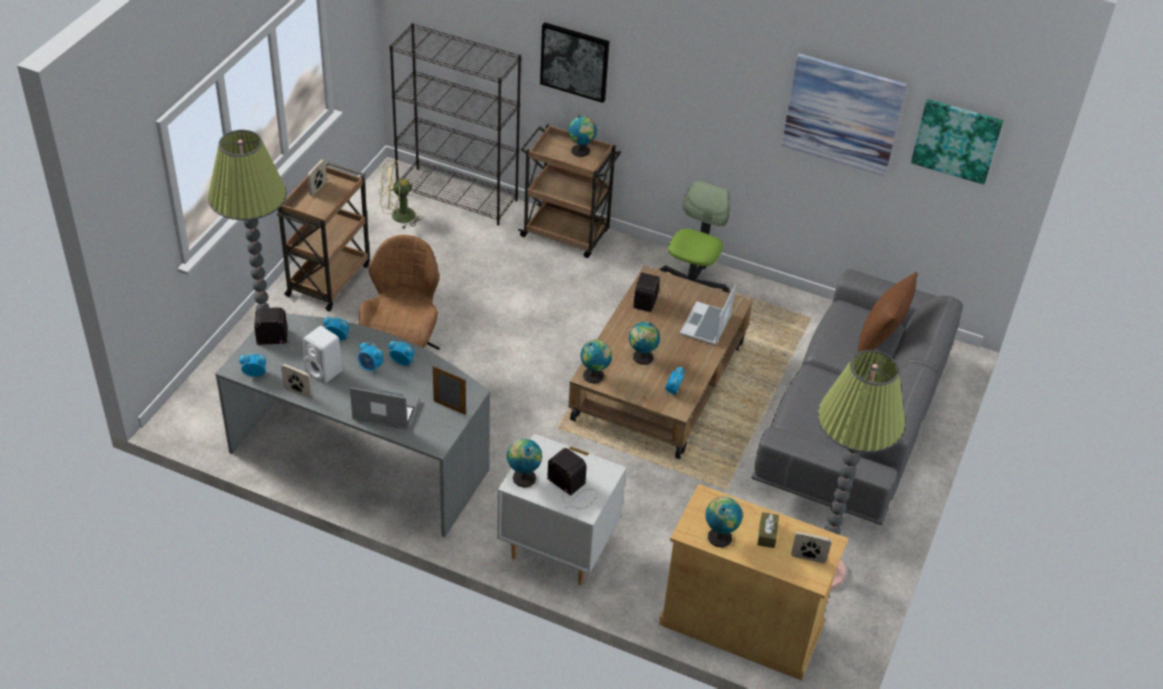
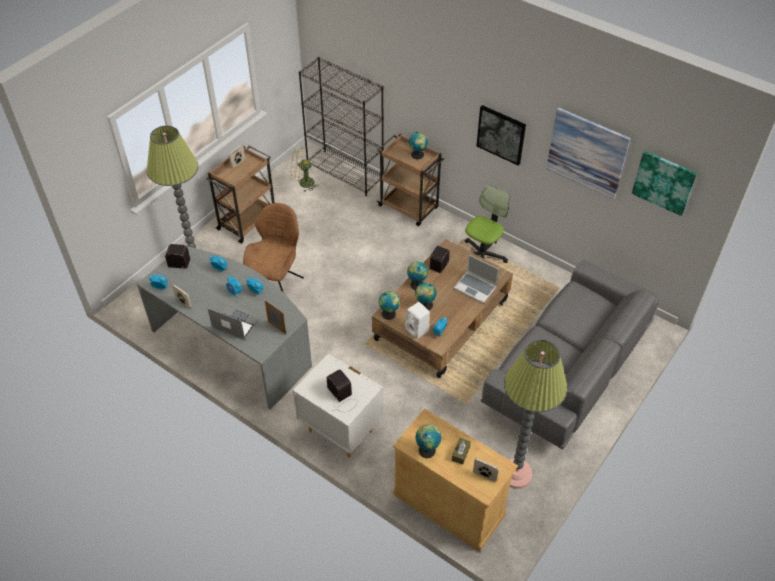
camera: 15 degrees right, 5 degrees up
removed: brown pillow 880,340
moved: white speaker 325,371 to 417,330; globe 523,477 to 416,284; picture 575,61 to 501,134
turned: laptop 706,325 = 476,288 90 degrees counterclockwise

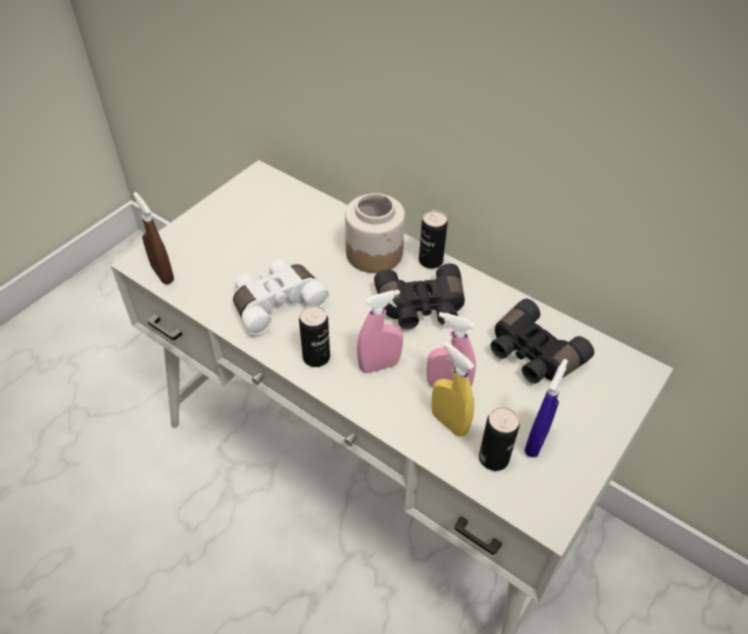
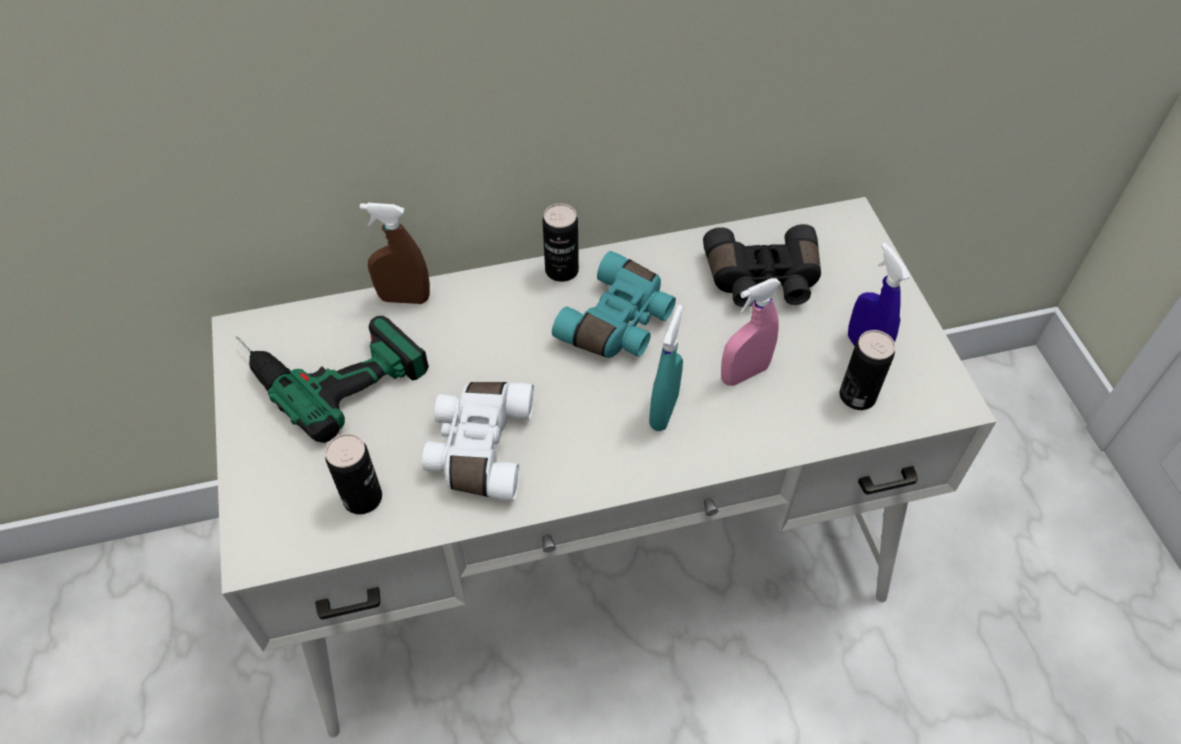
camera: 50 degrees left, 5 degrees up
removed: jar 374,253; yellow spray bottle 449,423
added: power drill 328,364
moved: brown spray bottle 162,274 to 404,298; can 316,357 to 362,498
recoloured: pink spray bottle 379,365 to turquoise spray bottle 664,411; black binoculars 421,308 to turquoise binoculars 619,323

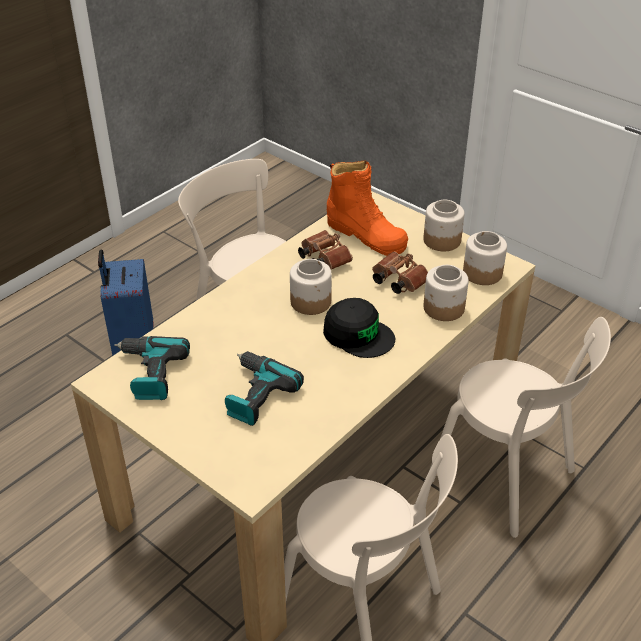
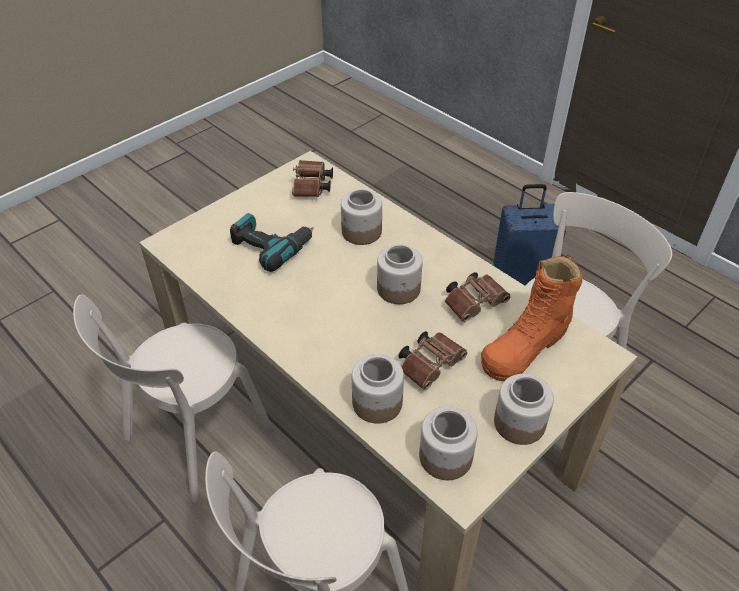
camera: 95 degrees right, 5 degrees up
removed: black cap 358,334
added: jar 361,232
replaced: power drill 149,373 to brown binoculars 312,187

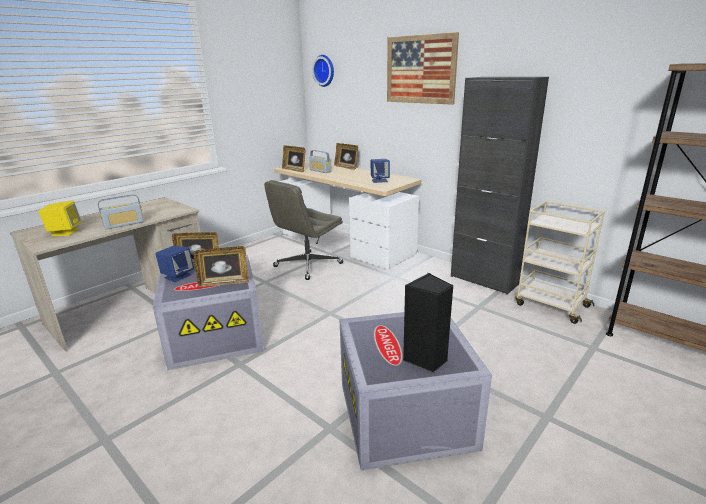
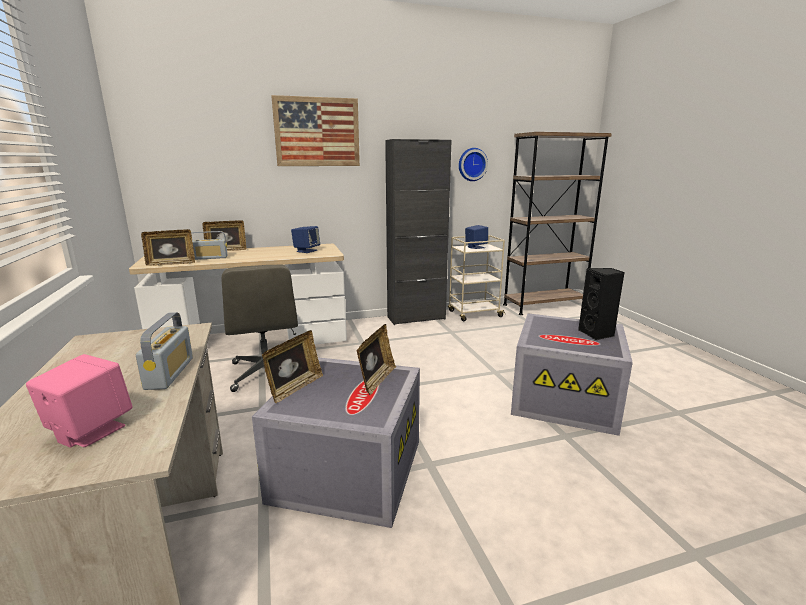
camera: 60 degrees left, 5 degrees down
moved: blue speaker 177,276 to 475,247; wall clock 325,70 to 472,164
recoloured: yellow speaker 65,232 to pink speaker 89,431

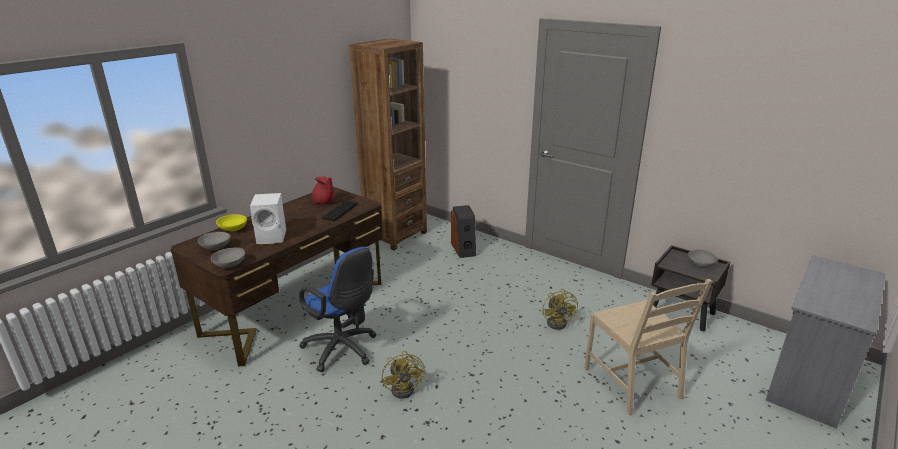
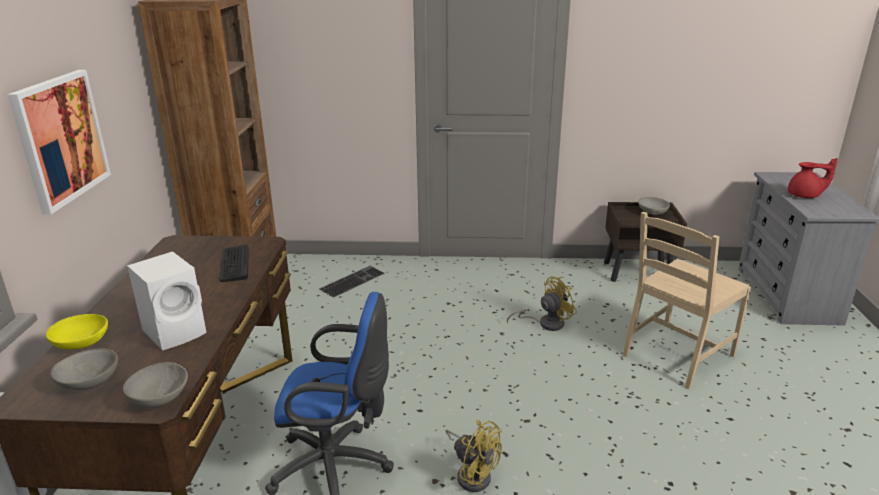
camera: 35 degrees left, 0 degrees up
added: picture 61,139
moved: red teapot 324,202 to 805,196
replaced: speaker 464,249 to keyboard 352,280
turned: yellow fan 559,322 = 545,323 75 degrees counterclockwise; beige chair 633,383 = 677,355 105 degrees clockwise

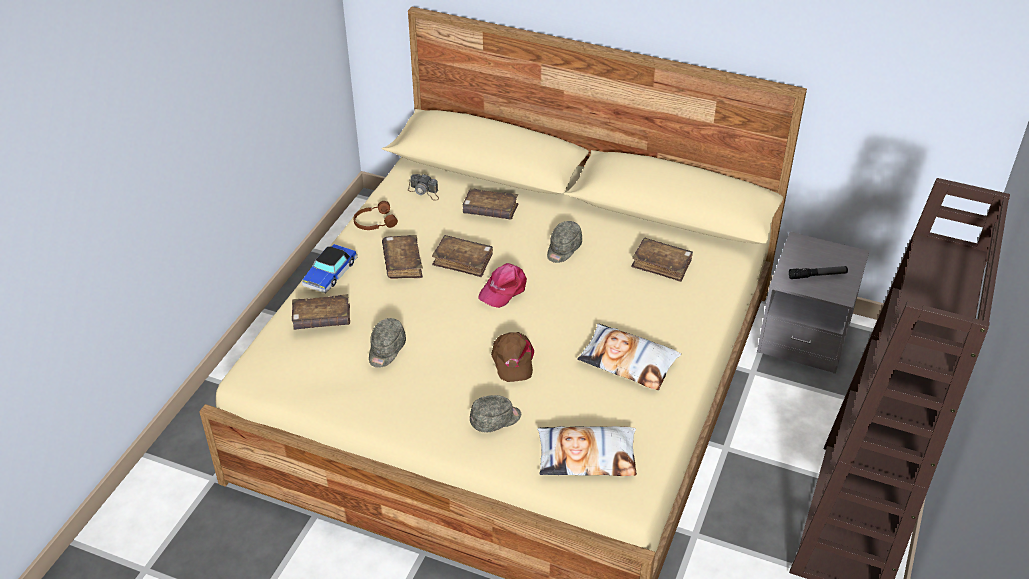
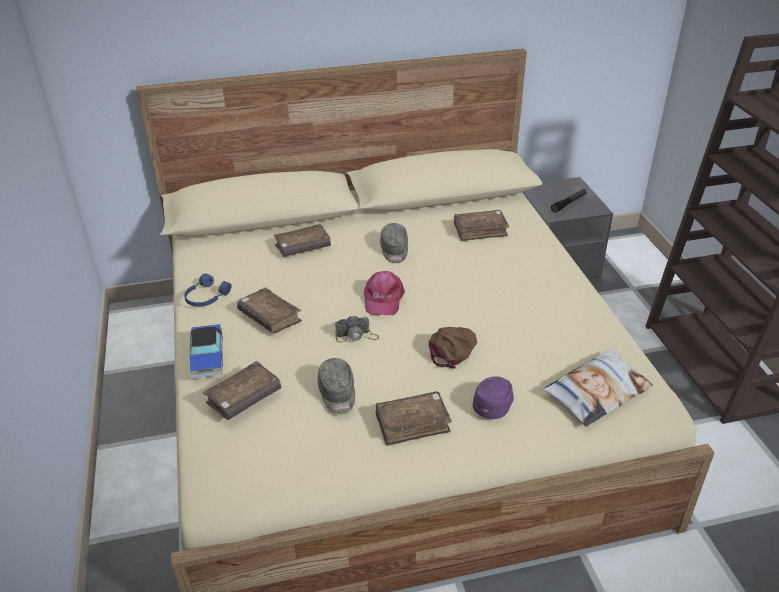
camera: 35 degrees left, 5 degrees down
removed: pillow 628,361
moved: photo camera 424,192 to 356,336; brown book 463,261 to 412,424
recoloured: brown headphones 374,222 to blue headphones 206,297; grey cap 496,420 to purple cap 494,403
turned: brown cap 512,360 = 452,349 105 degrees counterclockwise

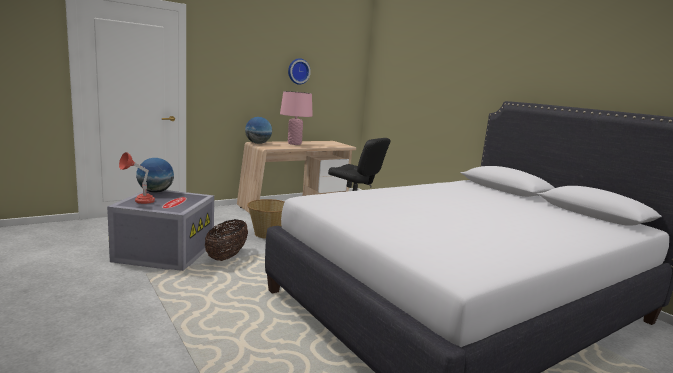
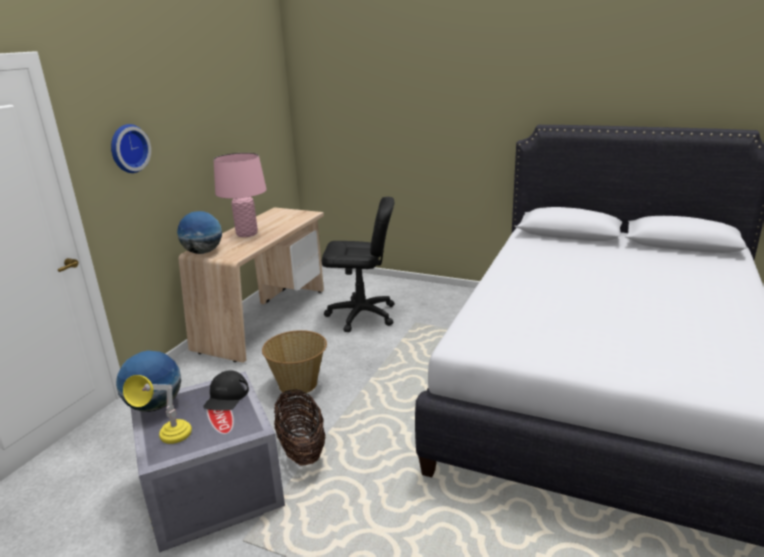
camera: 30 degrees left, 10 degrees up
added: black cap 226,396
moved: wall clock 298,71 to 127,148
recoloured: red table lamp 138,202 to yellow table lamp 169,440

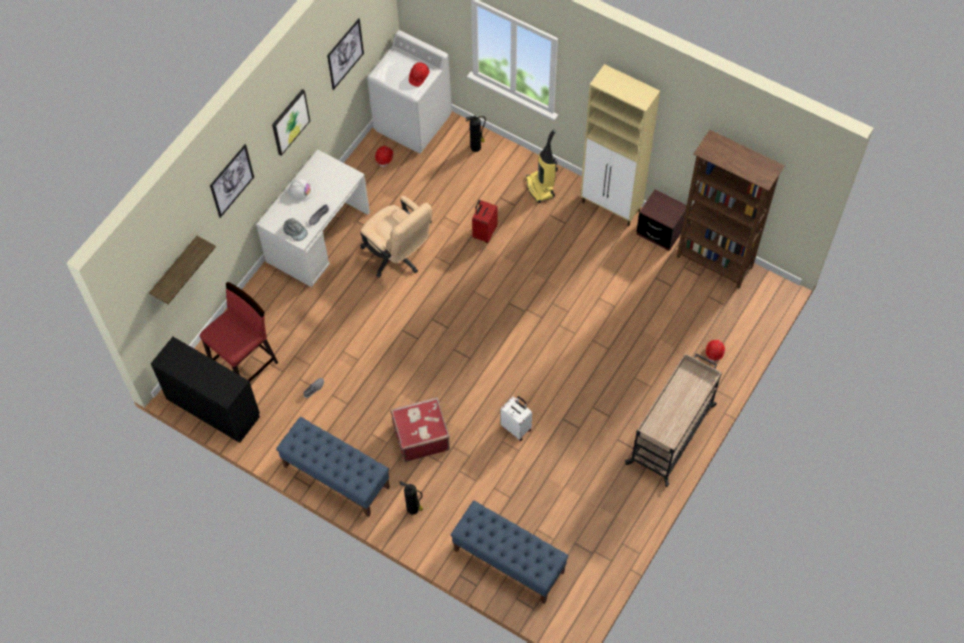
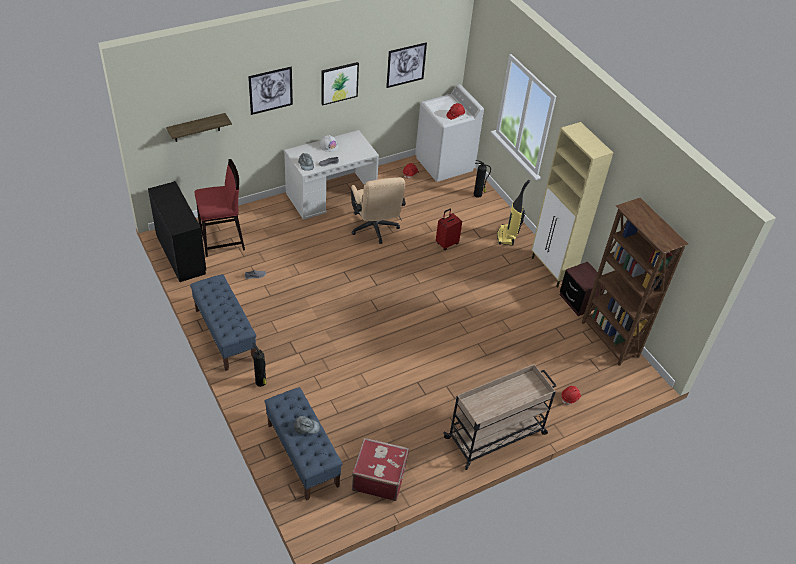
camera: 25 degrees right, 15 degrees down
removed: white suitcase 516,427
added: grey cap 306,427
moved: red suitcase 420,436 to 379,477

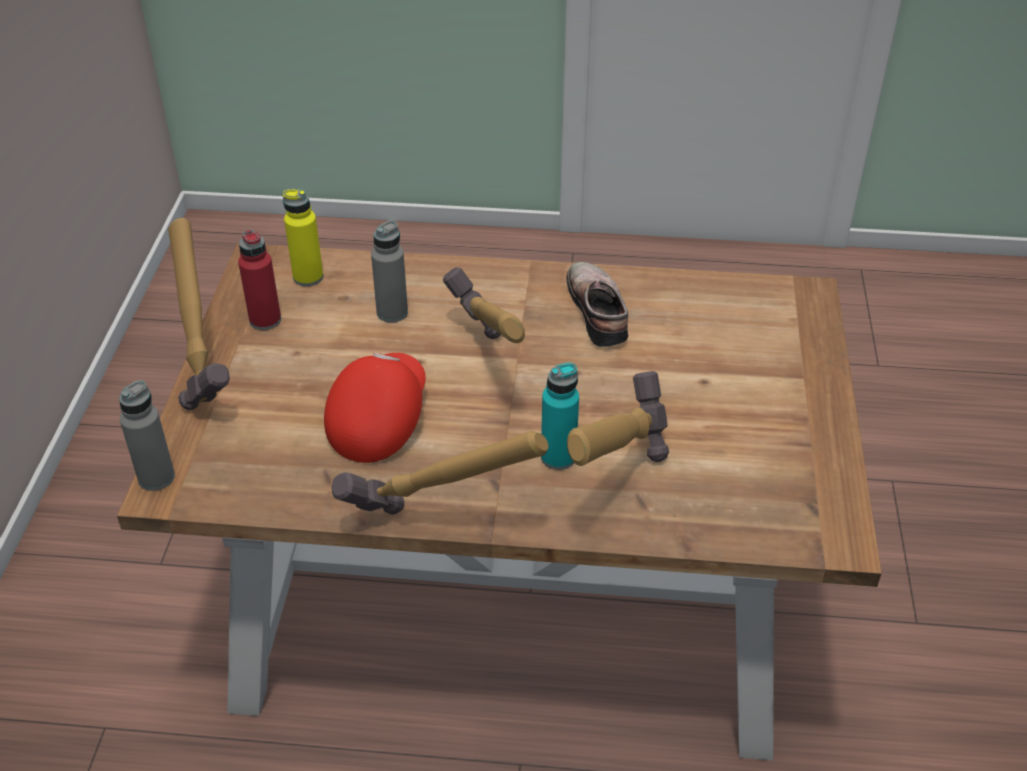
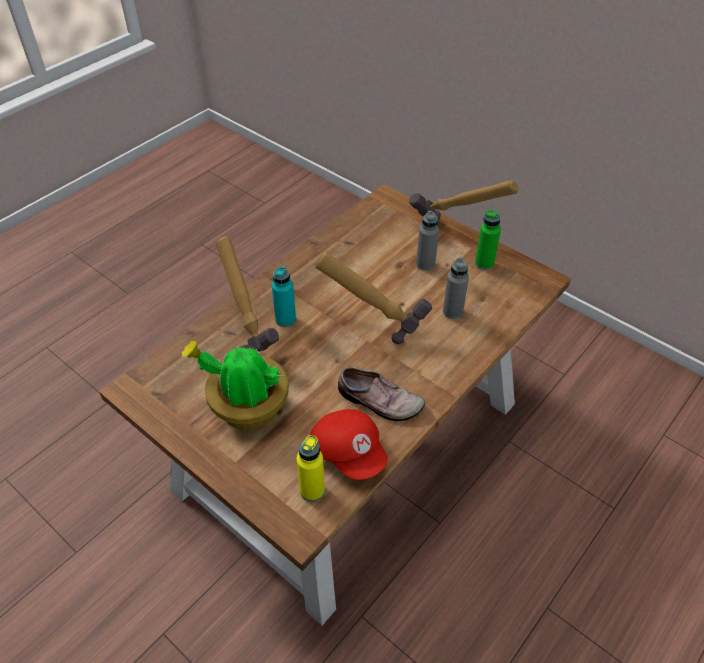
camera: 125 degrees right, 5 degrees up
removed: hammer 441,535
added: potted plant 247,409
moved: grey bottle 156,477 to 425,264; yellow bottle 308,277 to 312,490; red cap 378,420 to 349,452
recoloured: red bottle 265,320 to green bottle 484,263

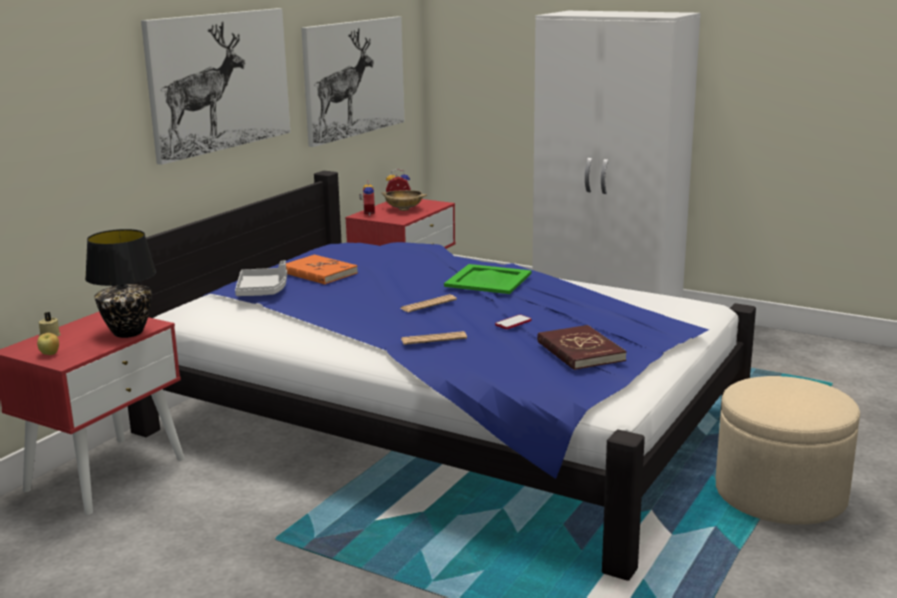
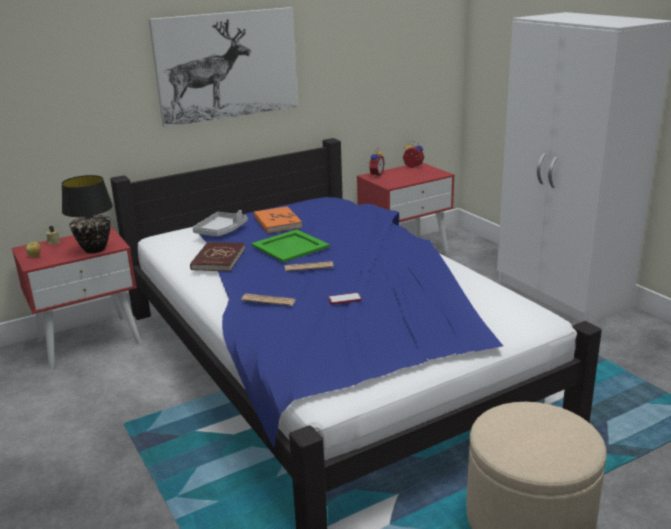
camera: 30 degrees right, 5 degrees up
removed: picture 354,78; beige bowl 404,209
moved: green tray 488,279 to 290,246; red book 580,351 to 218,259

